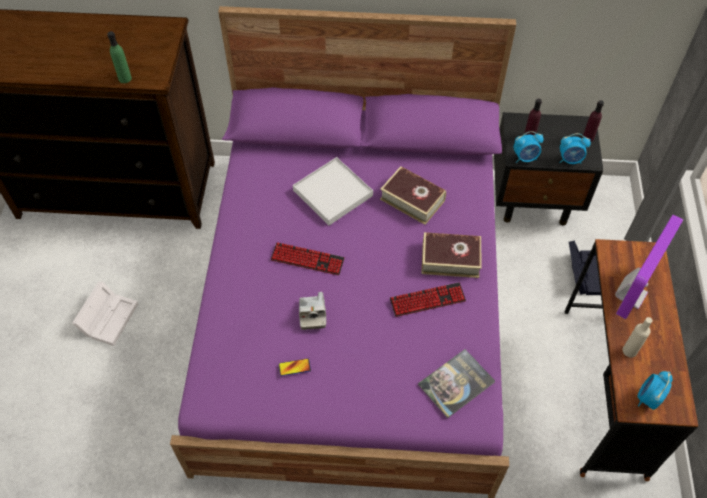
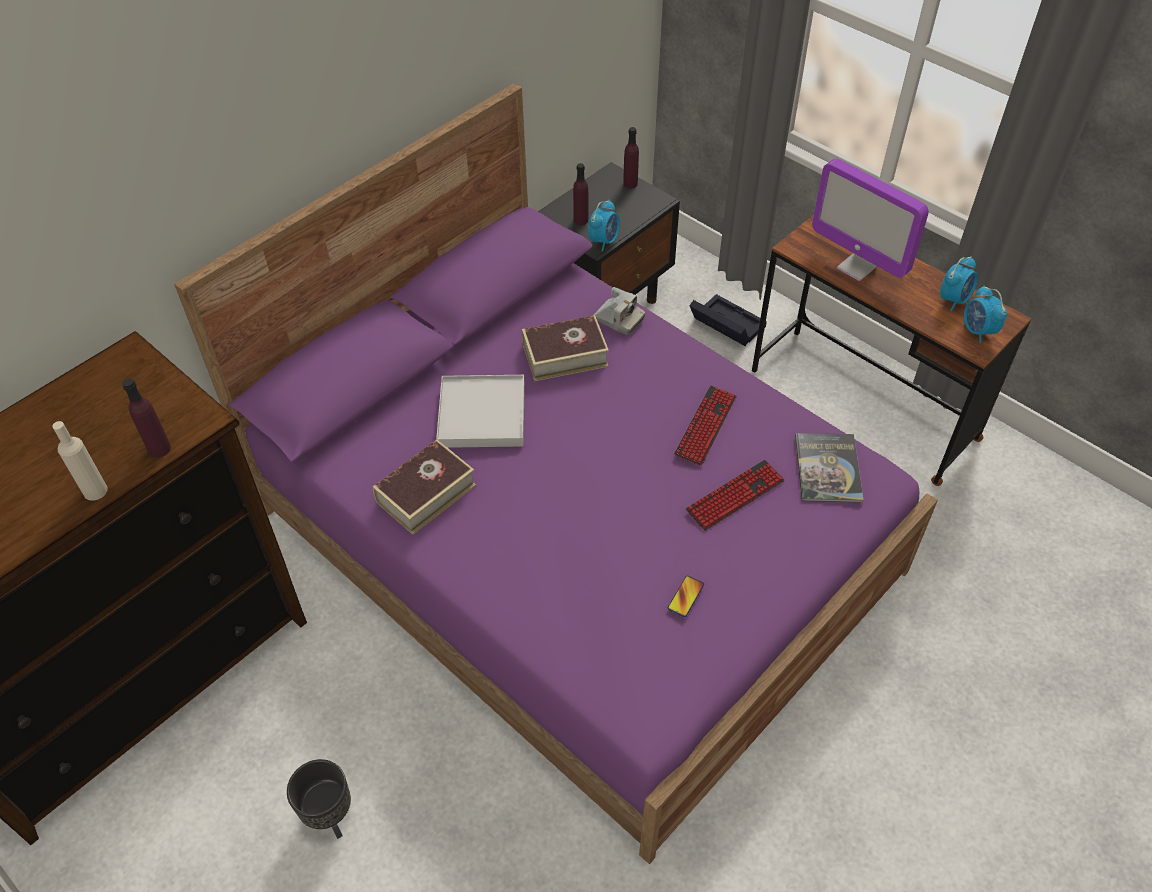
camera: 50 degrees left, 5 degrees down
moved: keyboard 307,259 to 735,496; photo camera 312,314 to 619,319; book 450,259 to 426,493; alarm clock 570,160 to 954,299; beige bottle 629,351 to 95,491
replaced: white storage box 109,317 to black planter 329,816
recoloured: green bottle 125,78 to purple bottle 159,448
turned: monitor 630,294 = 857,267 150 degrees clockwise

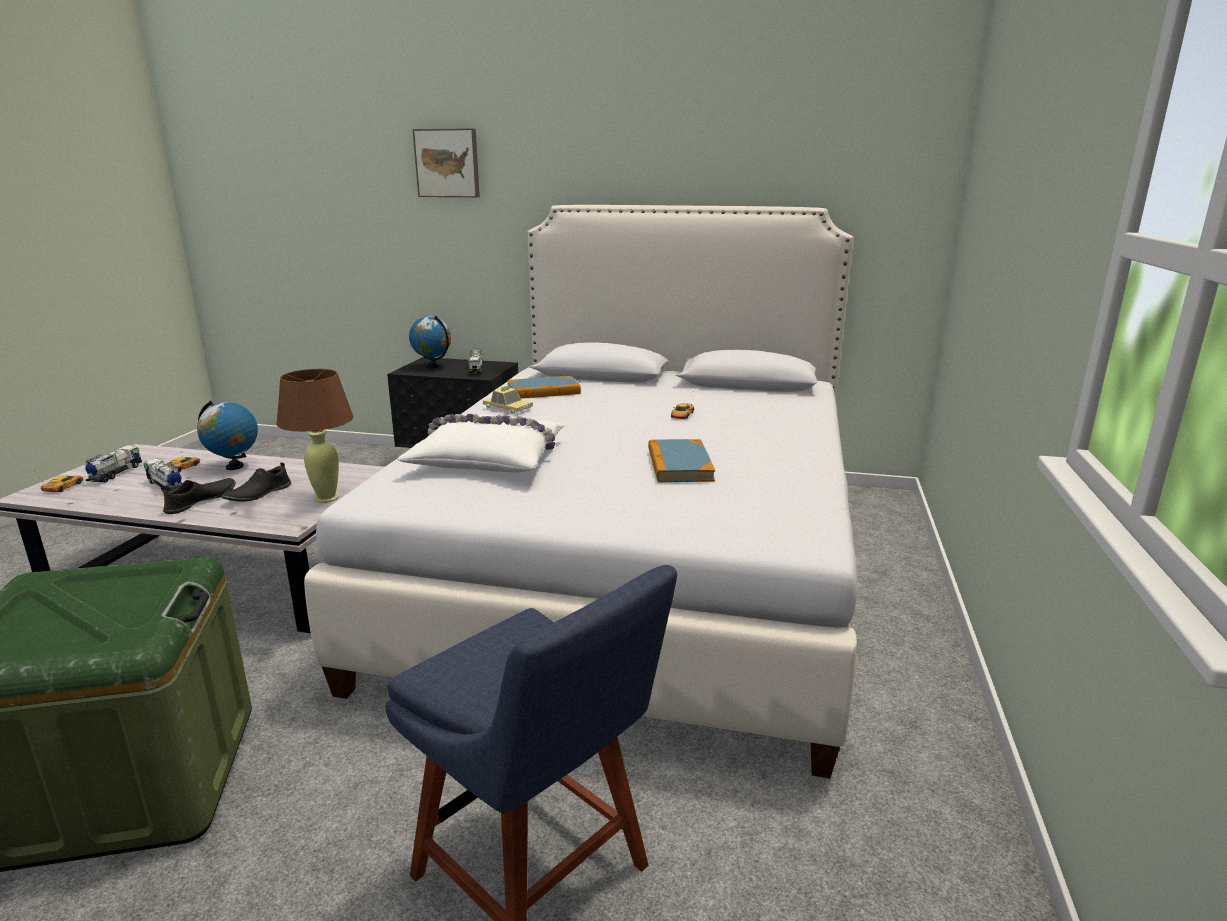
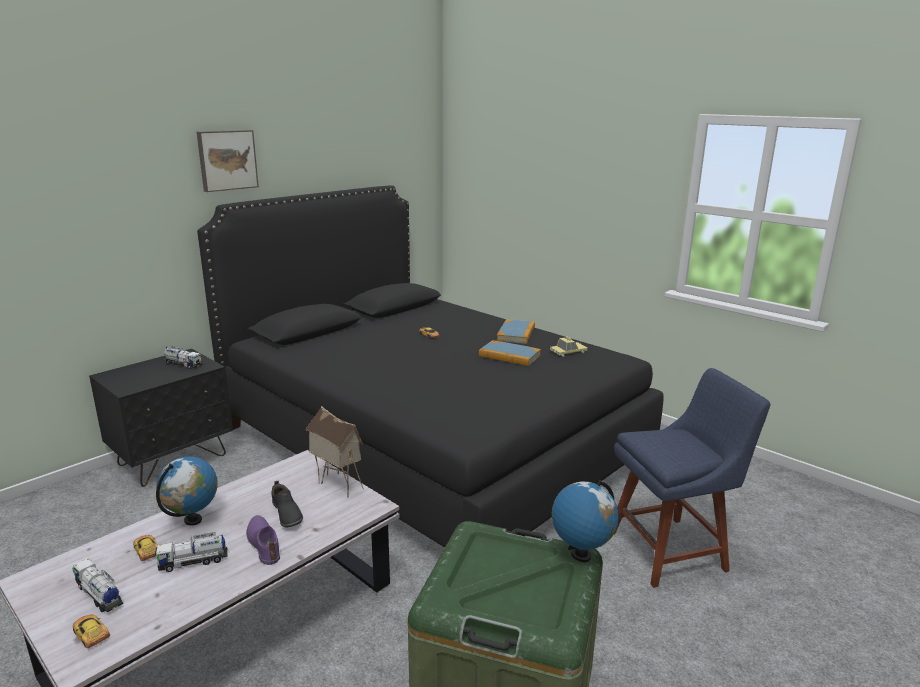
camera: 60 degrees left, 0 degrees up
removed: white pillow 489,458
moved: globe 432,366 to 580,555; picture 448,163 to 227,160; toy car 507,408 to 568,352; book 543,391 to 516,334
replaced: brown table lamp 326,498 to toy house 337,485
recoloured: black shoe 201,501 to purple shoe 264,543; white bed 636,564 to black bed 428,442

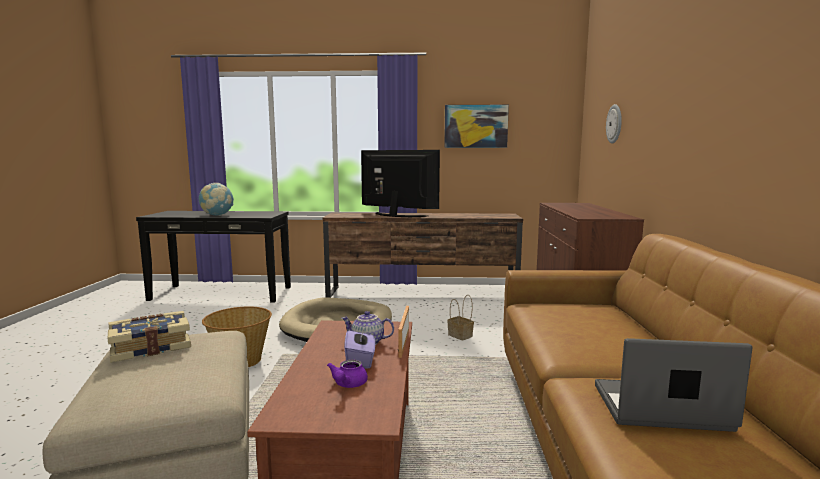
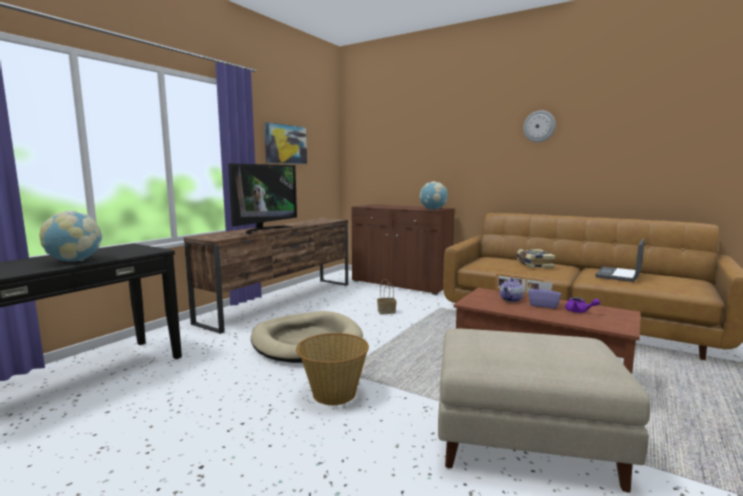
camera: 60 degrees left, 0 degrees up
added: globe 433,209
moved: book 151,347 to 533,265; wall clock 615,124 to 539,126
turned: television 396,215 = 264,230 150 degrees clockwise

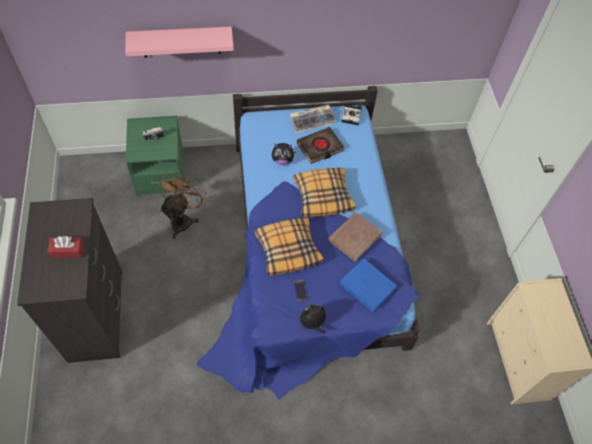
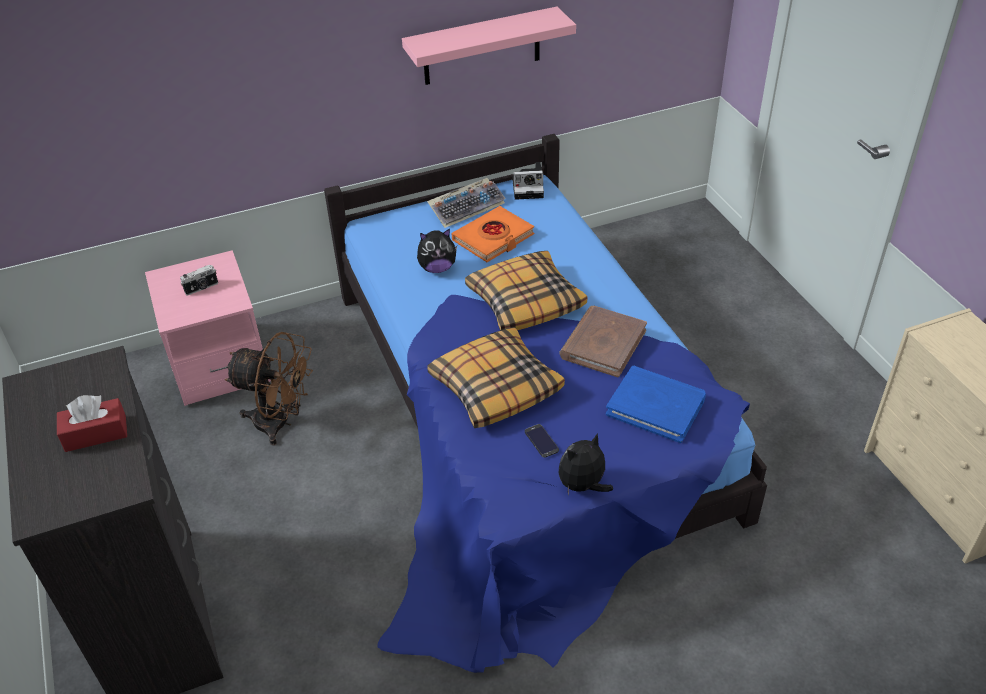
camera: 10 degrees left, 15 degrees down
moved: pink shelf 181,42 to 481,47
recoloured: green nightstand 160,172 to pink nightstand 219,363; black book 320,147 to orange book 493,238
turned: brown fan 183,219 = 280,423 105 degrees clockwise

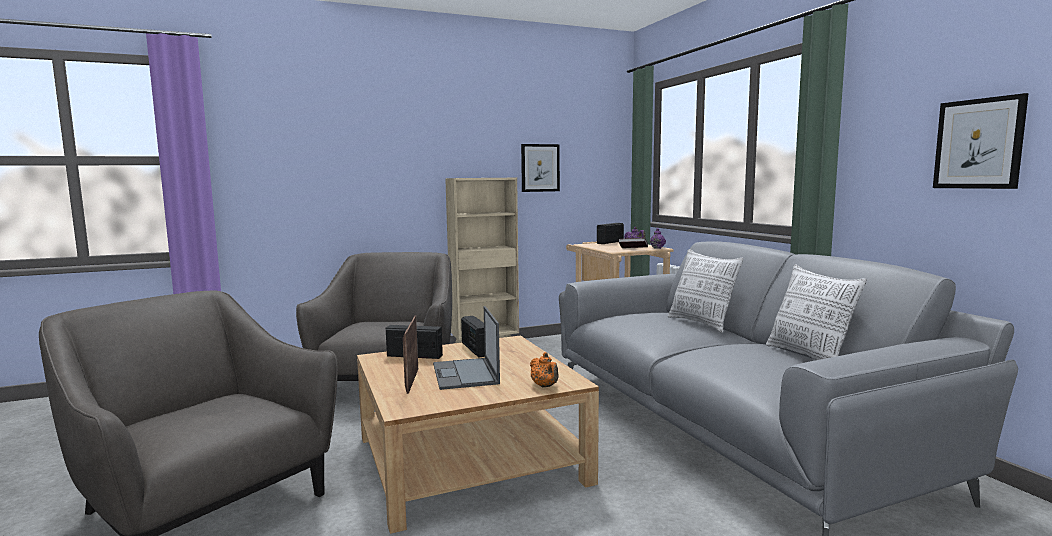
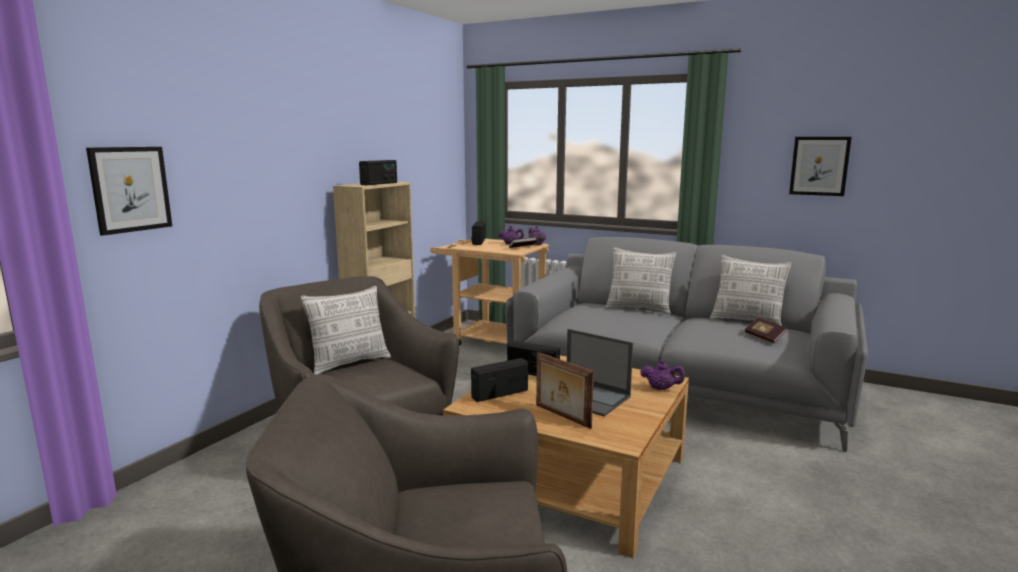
camera: 40 degrees left, 5 degrees up
added: pillow 349,363; radio 379,183; book 764,337
moved: picture 540,168 to 130,189
recoloured: orange teapot 545,386 to purple teapot 661,388

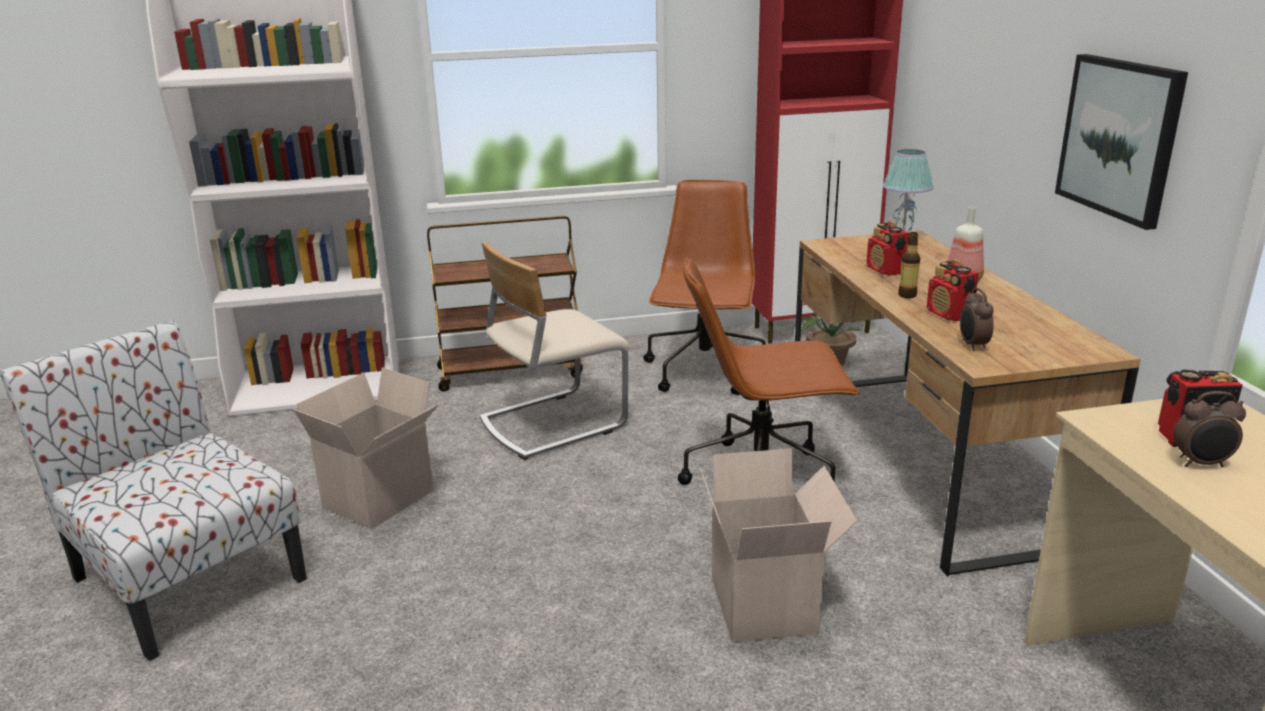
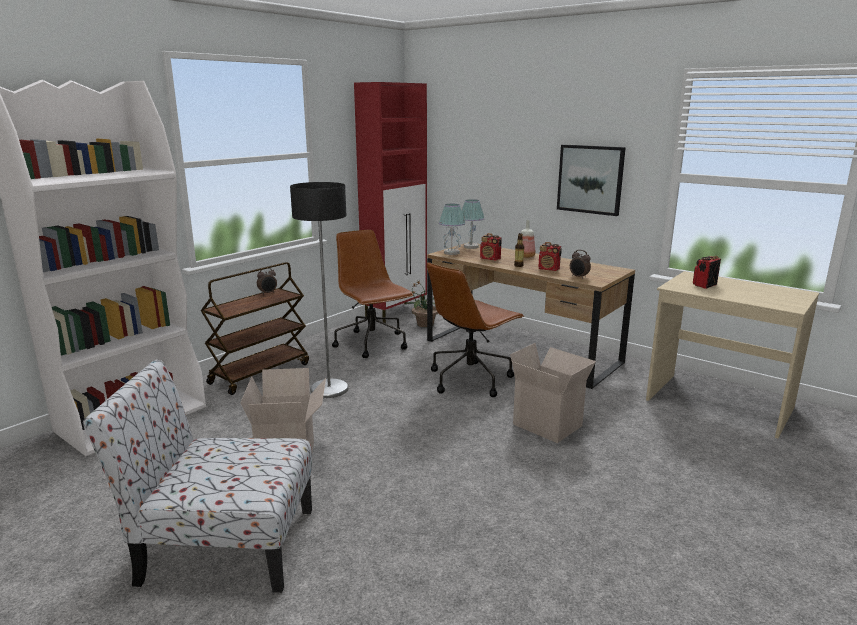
camera: 40 degrees left, 5 degrees down
added: table lamp 451,253
moved: alarm clock 1201,464 to 268,293
replaced: beige chair 552,423 to floor lamp 329,389

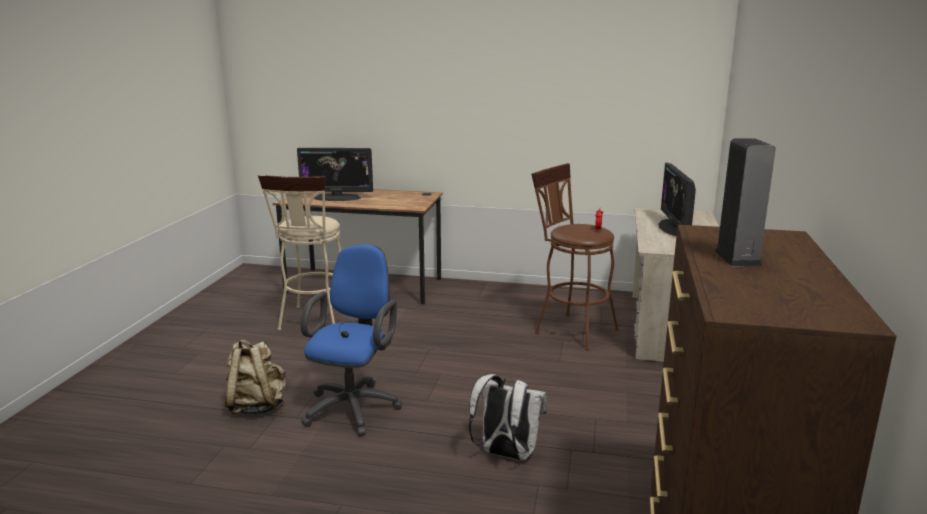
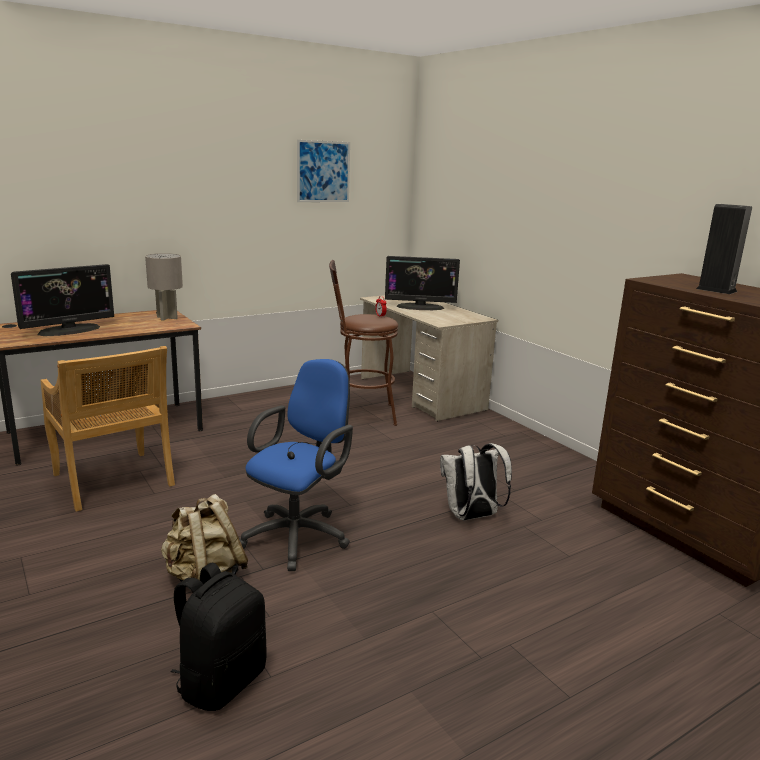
camera: 45 degrees left, 0 degrees up
added: grey table lamp 167,318; black backpack 221,681; picture 323,171
replaced: beige stool 314,322 to beige chair 113,481
turned: blue office chair 354,406 = 299,535 60 degrees clockwise; monitor 674,228 = 420,307 45 degrees counterclockwise

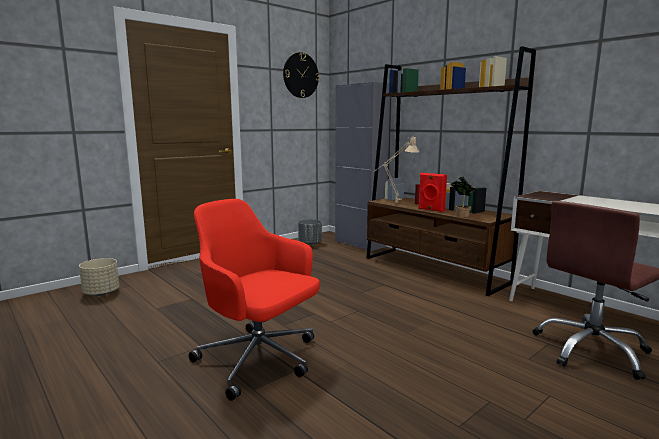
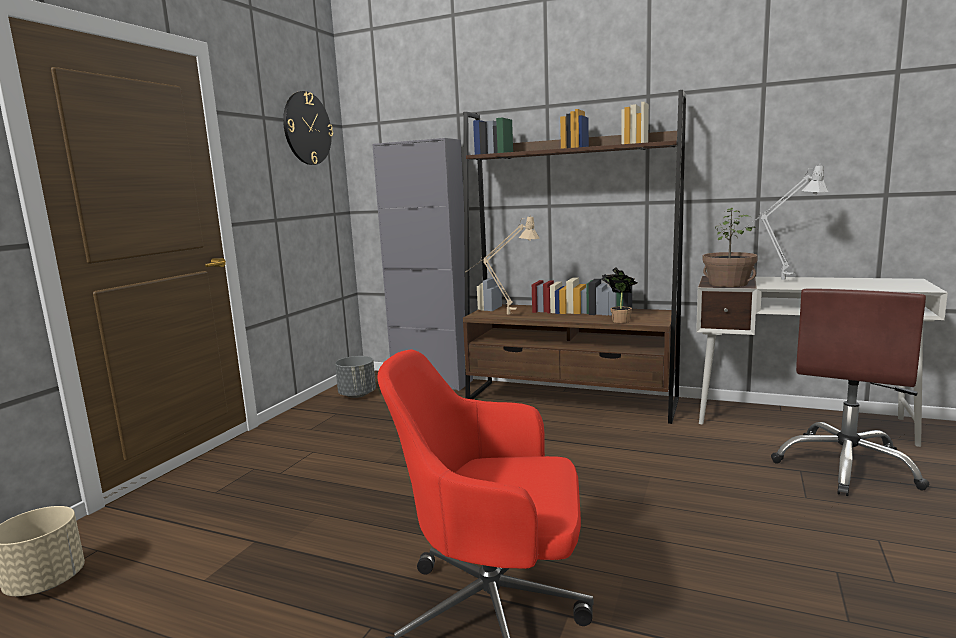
camera: 25 degrees left, 0 degrees up
removed: red speaker 431,210
added: potted plant 728,284; grey table lamp 777,280

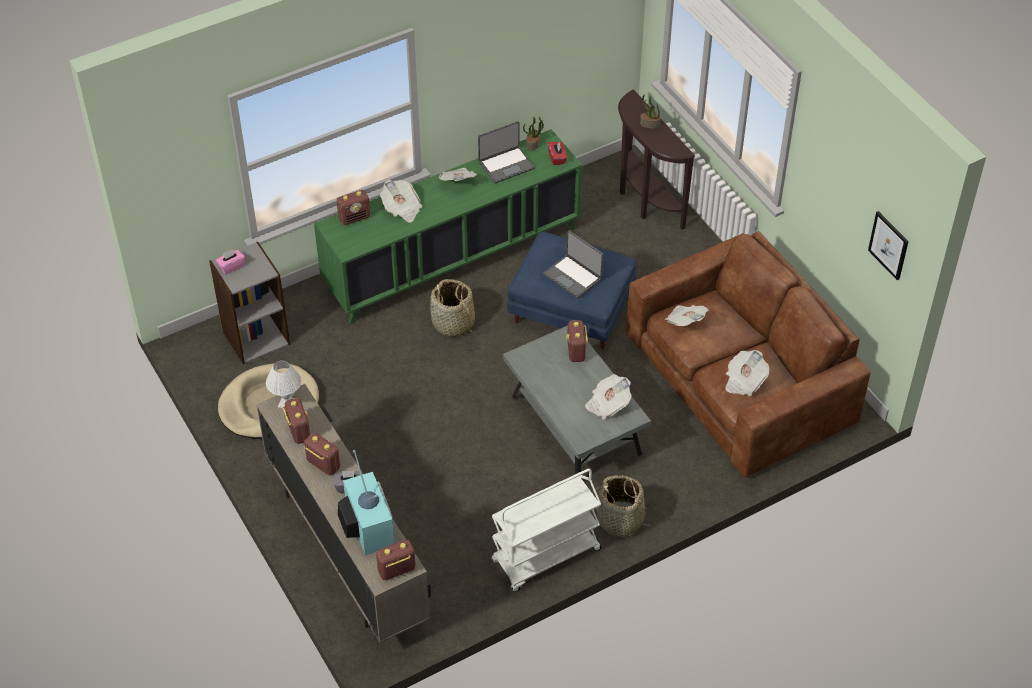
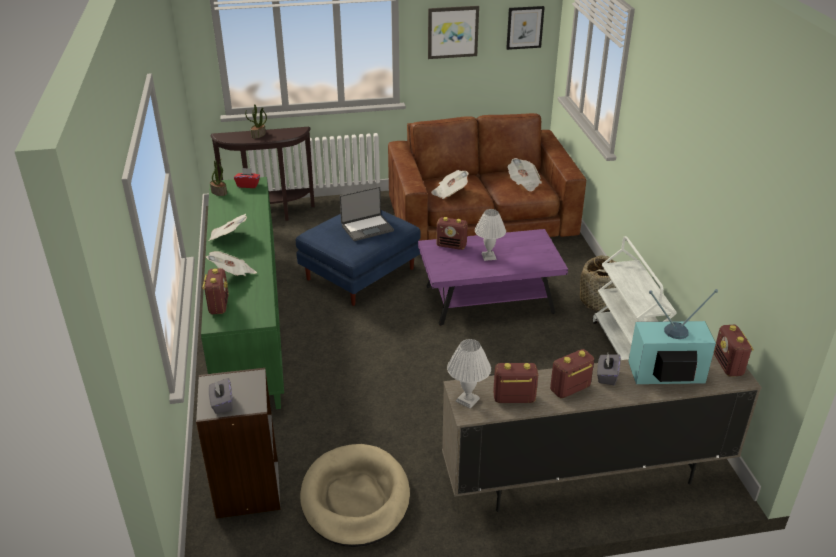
camera: 70 degrees left, 15 degrees down
removed: basket 453,323; laptop 506,165; newspaper 607,404
added: picture 452,32; white table lamp 488,256
recoloured: pink tissue box 231,266 to grey tissue box 222,404; grey coffee table 575,426 to purple coffee table 489,300

